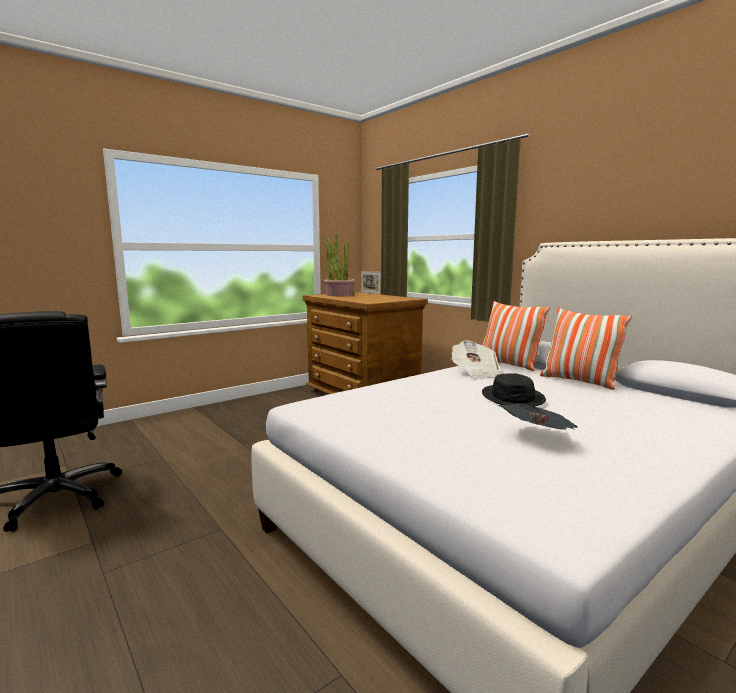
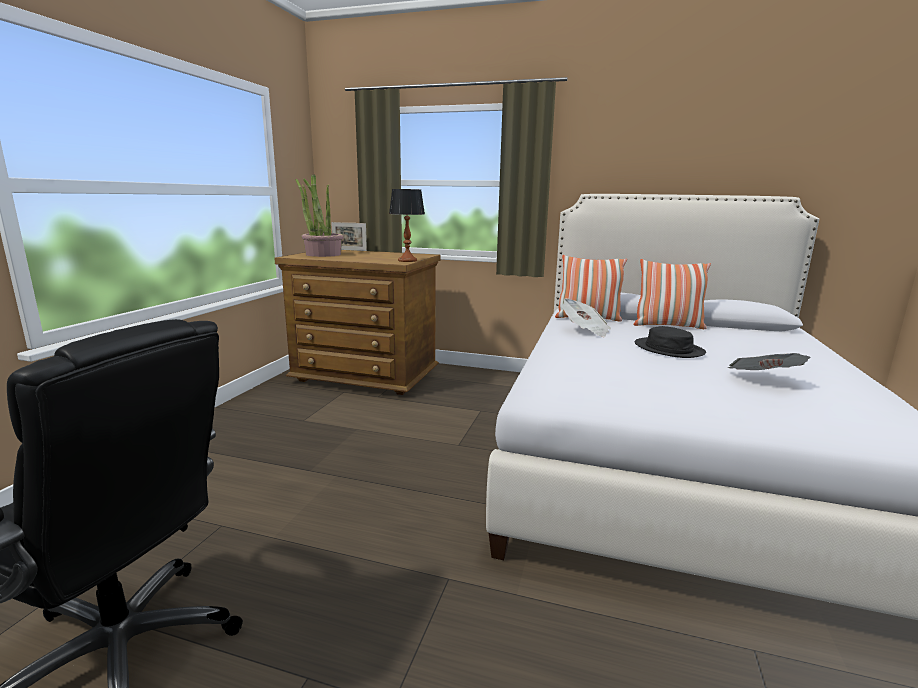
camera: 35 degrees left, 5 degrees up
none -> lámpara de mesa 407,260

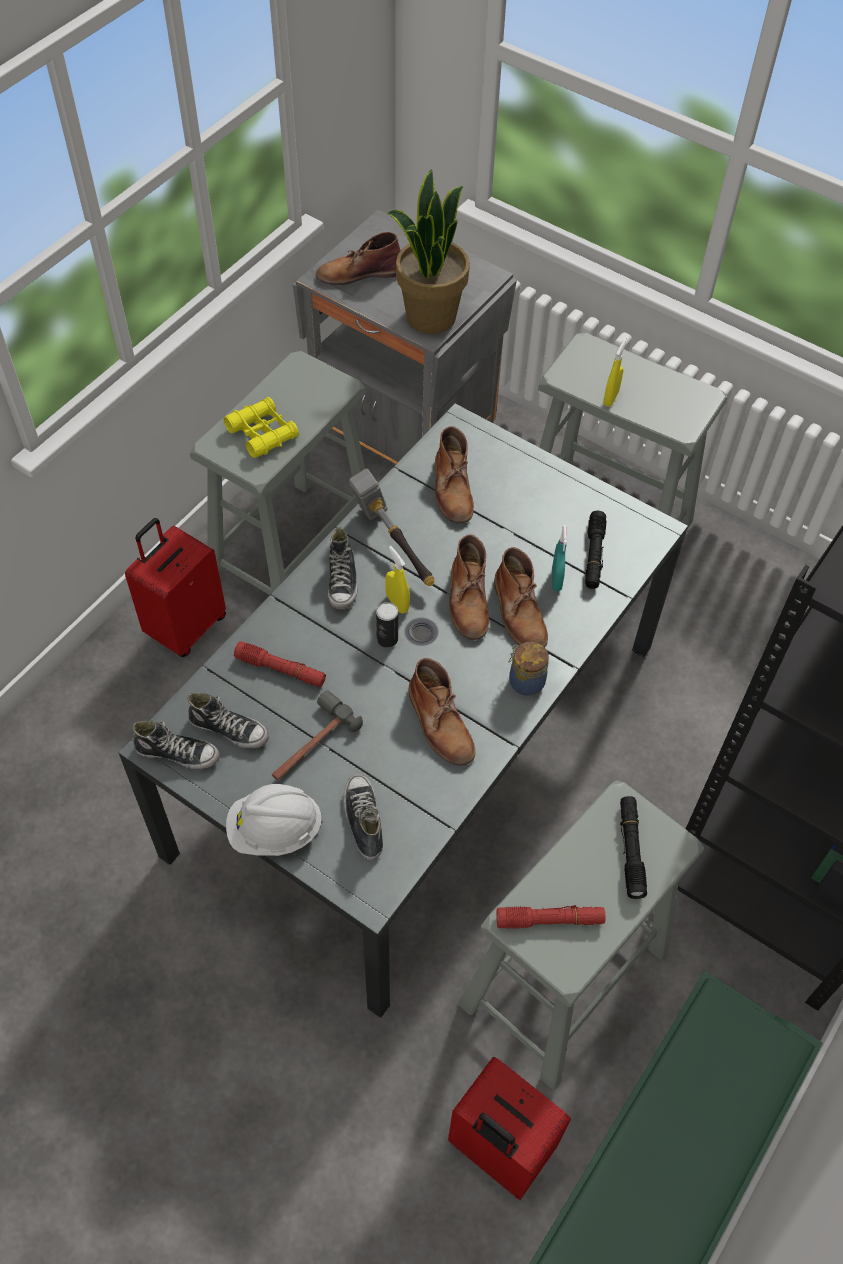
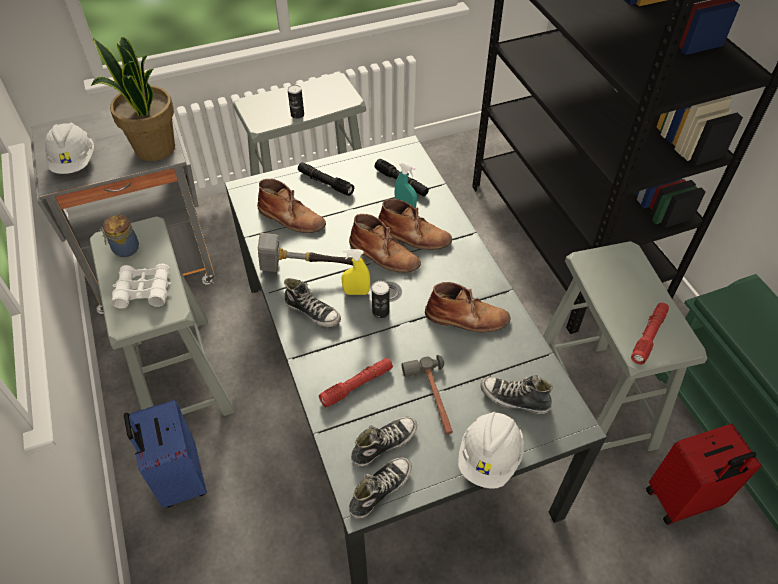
camera: 55 degrees left, 5 degrees down
maleta (rojo) 185,626 -> maleta (azul) 180,479
prismáticos (amarillo) 262,433 -> prismáticos (blanco) 144,290
bota (marrón) 359,273 -> casco (blanco) 74,162
tarro 525,681 -> tarro 125,249, moved
pulverizador (amarillo) 610,398 -> lata 297,115
linterna (negro) 630,850 -> linterna (negro) 325,183, moved

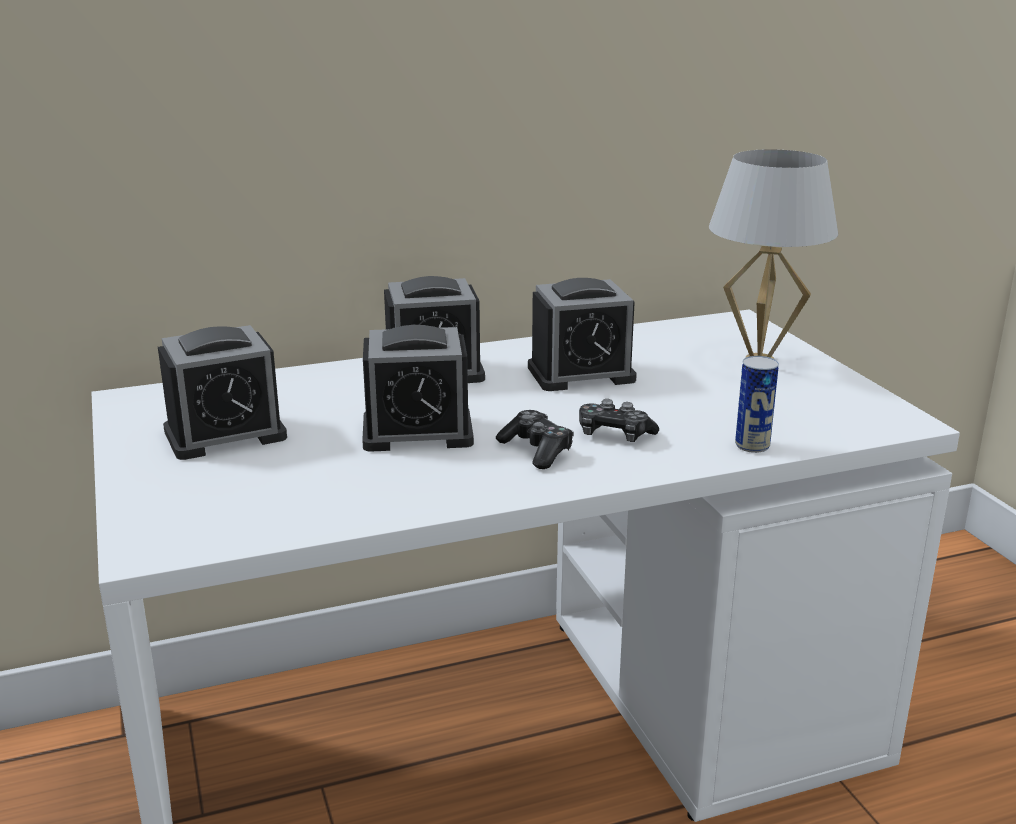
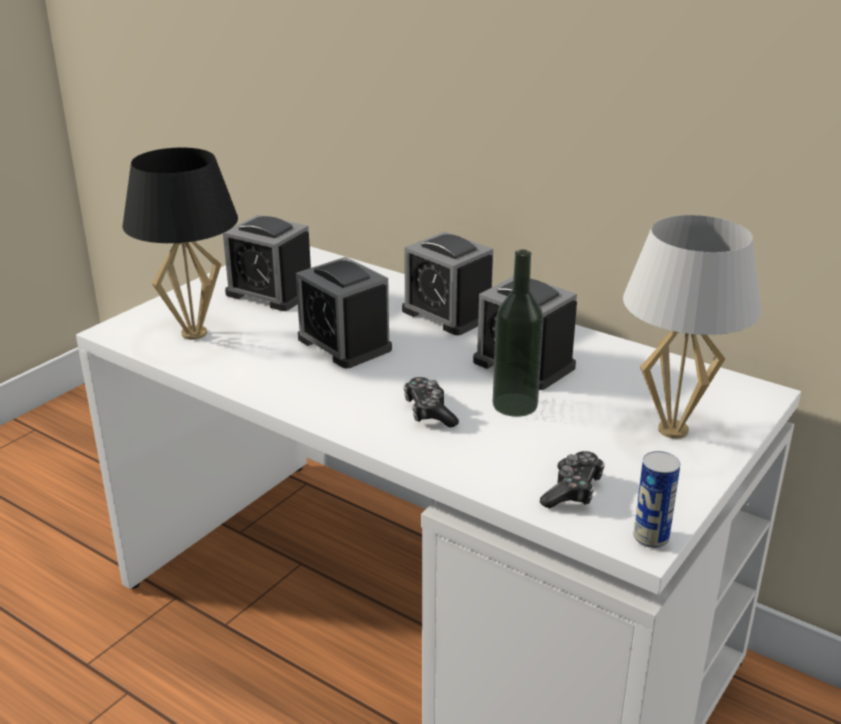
camera: 55 degrees right, 5 degrees up
mando de consola 537,450 -> mando de consola 572,490, moved
lata 752,445 -> lata 651,537, moved
none -> lámpara de mesa (negro) 194,334
none -> botella 515,405

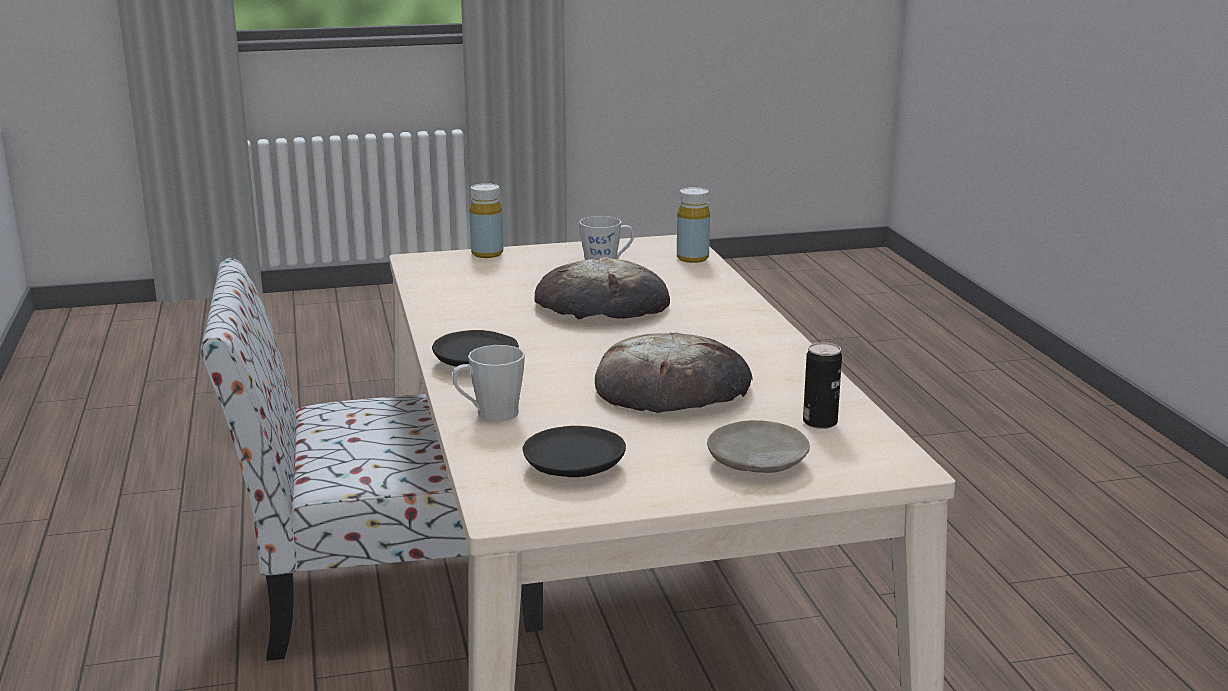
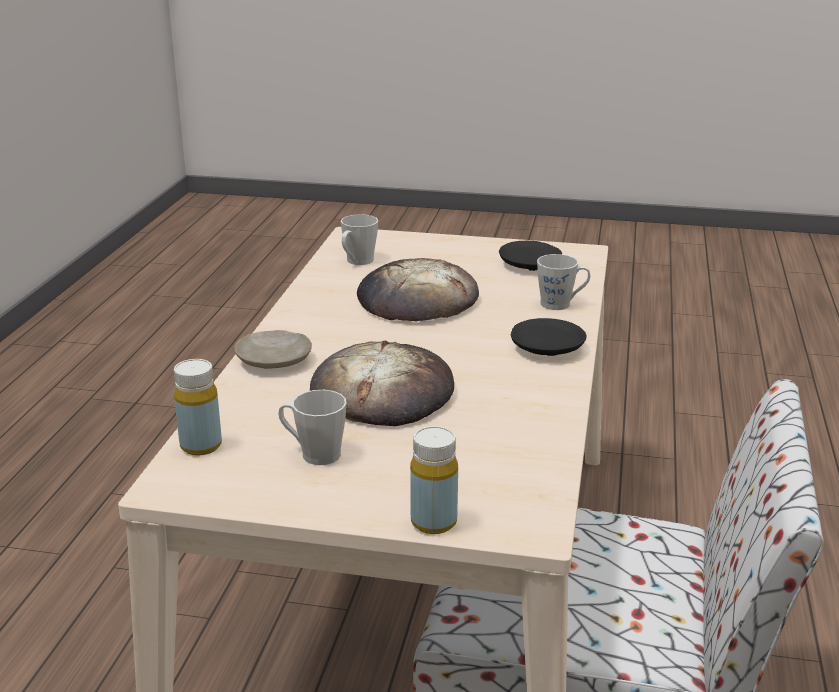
camera: 155 degrees left, 5 degrees up
plato (beis) 756,462 -> plato (beis) 274,360, moved
lata 820,422 -> taza grande (gris) 357,261

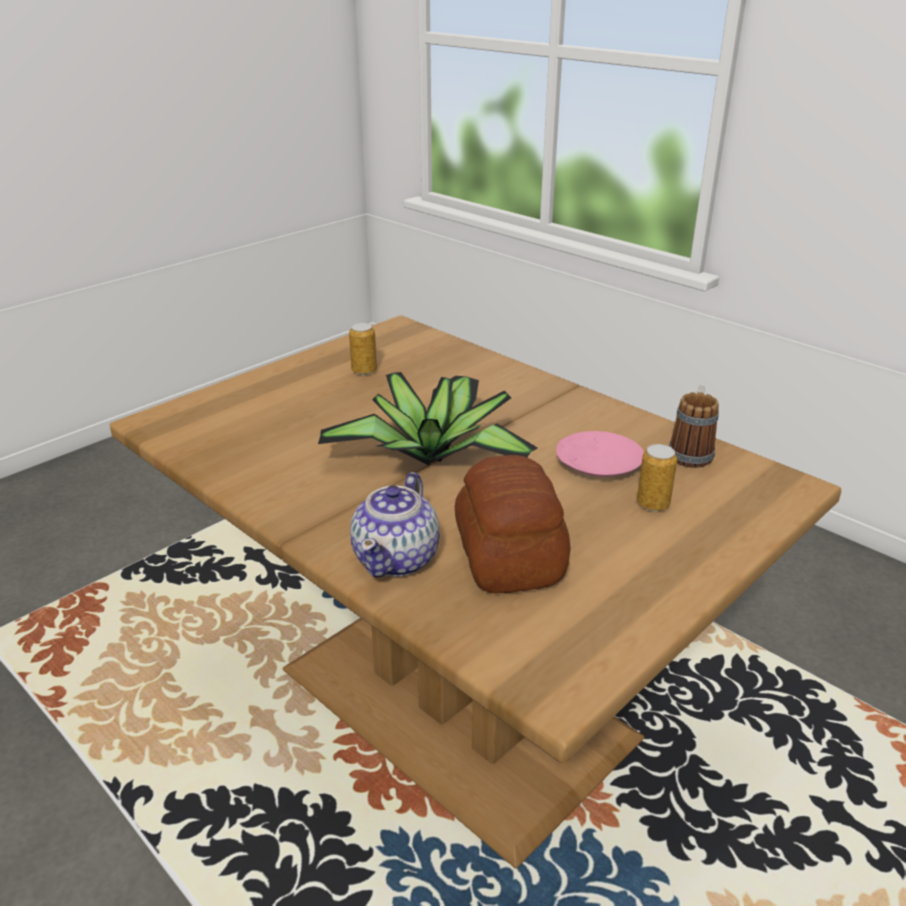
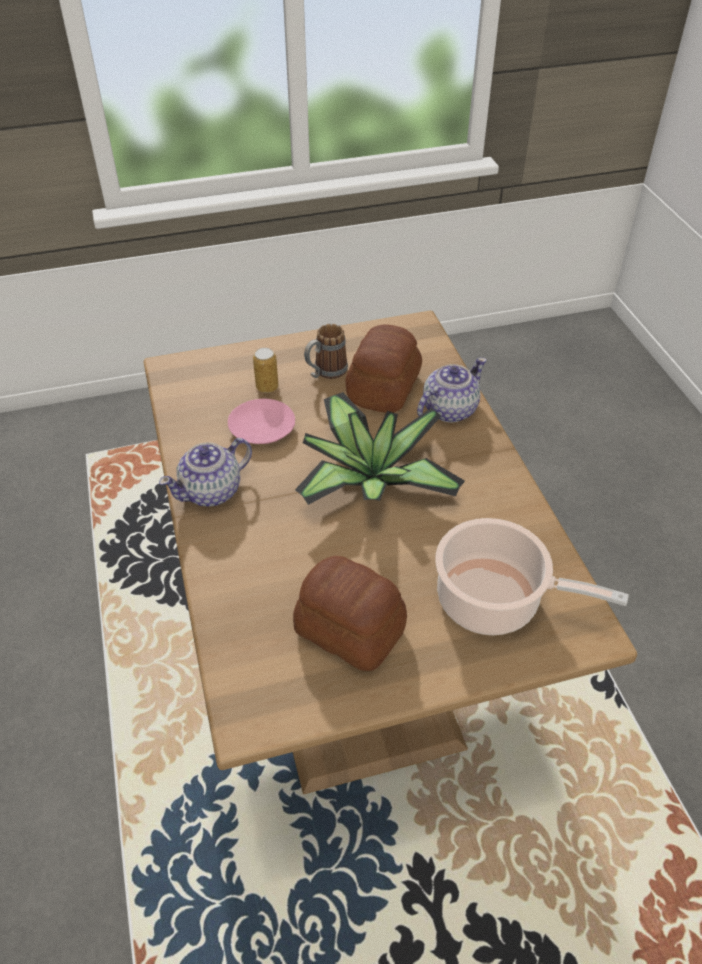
camera: 150 degrees left, 15 degrees up
lata 364,371 -> pan 349,631
taza grande 691,451 -> taza grande 325,373, moved
none -> tetera 212,491
none -> olla 495,601

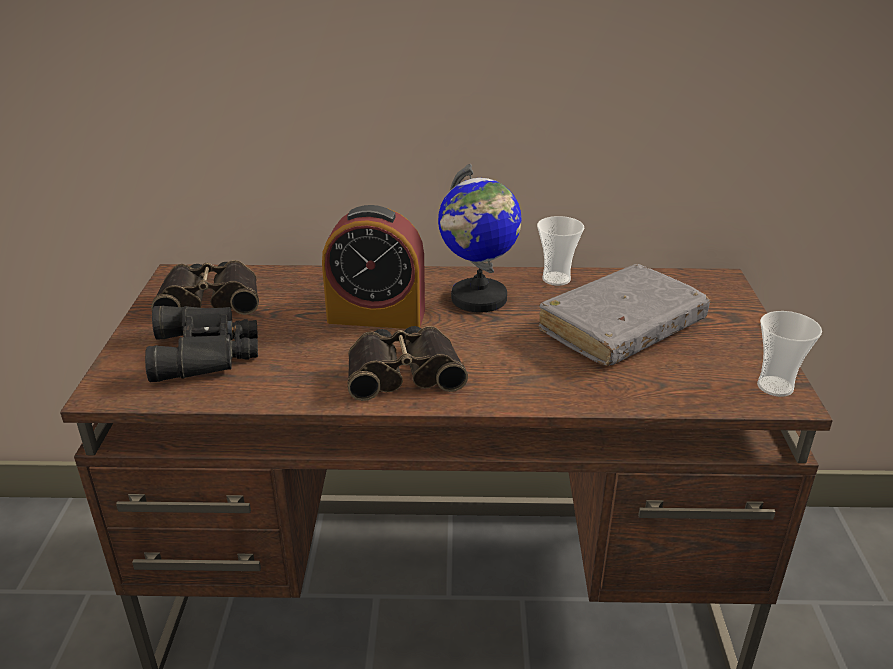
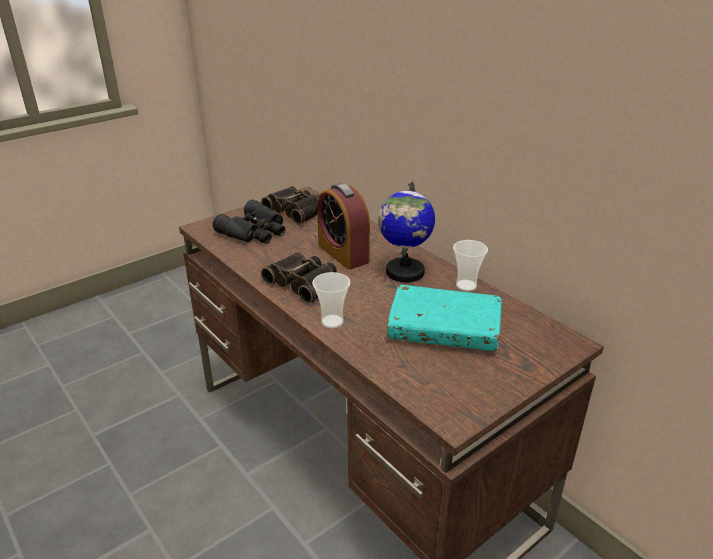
camera: 50 degrees right, 0 degrees up
libro (gris) 621,328 -> libro (turquesa) 444,328
taza 775,386 -> taza 332,321, moved

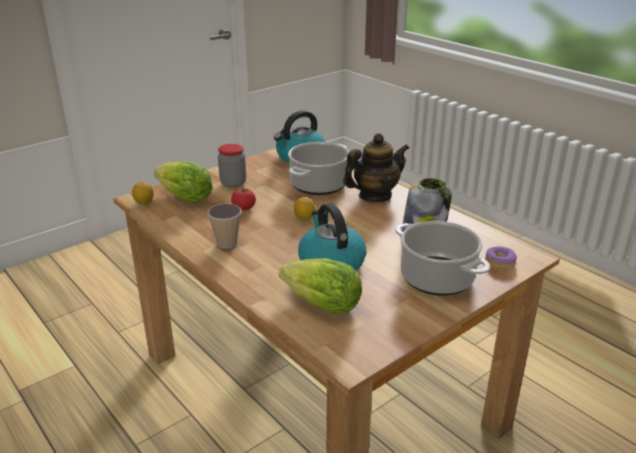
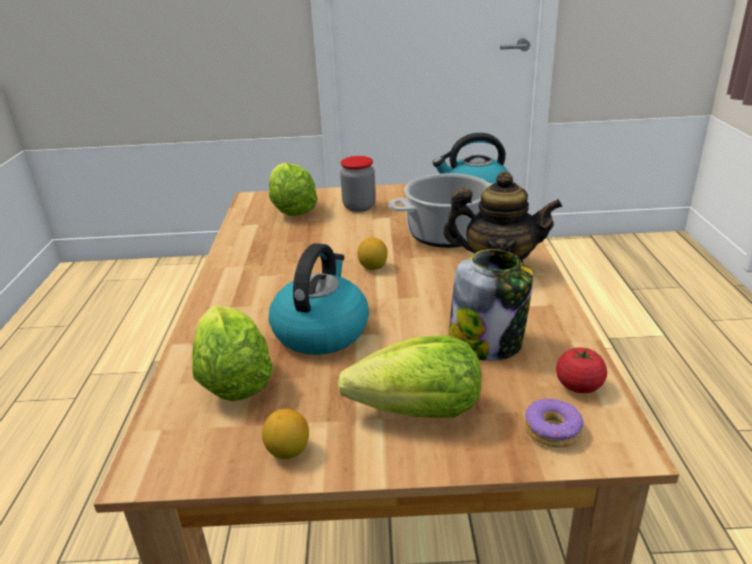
camera: 40 degrees right, 0 degrees up
limón 144,202 -> limón 288,451, moved
taza 227,243 -> none
tomate 244,208 -> tomate 579,386, moved
olla 438,279 -> lechuga 419,412

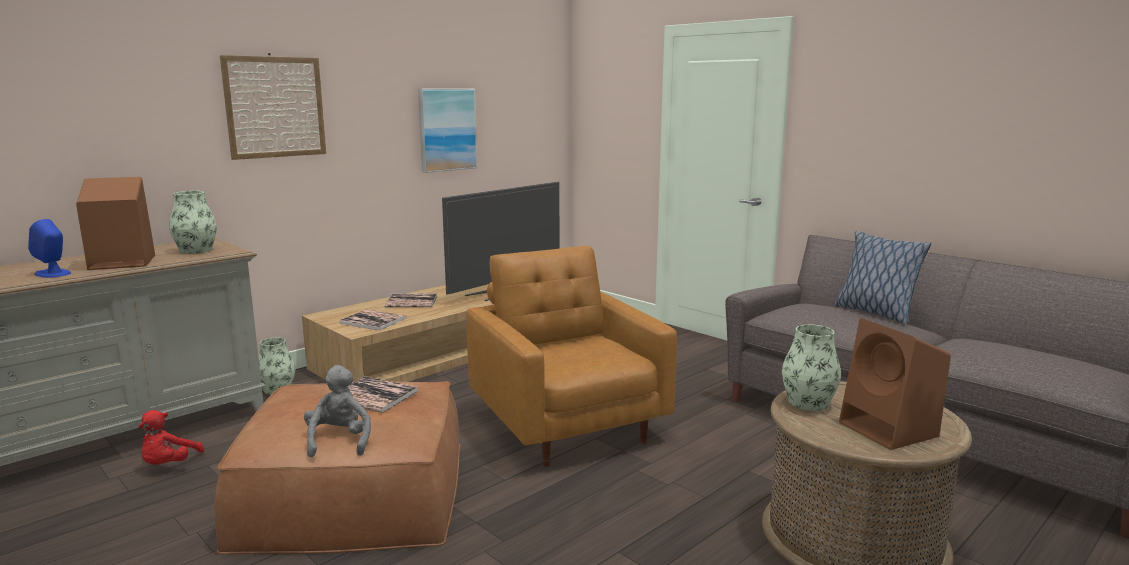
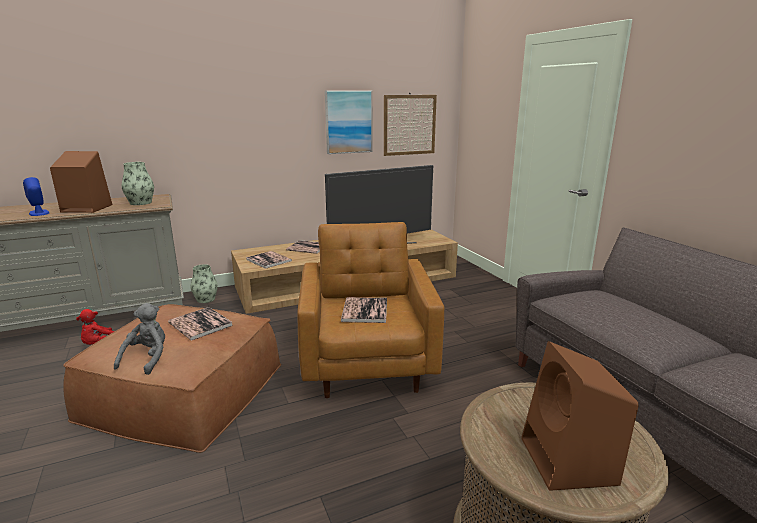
camera: 20 degrees right, 5 degrees up
cuadro 275,105 -> cuadro 409,124, moved
florero 808,402 -> none
cojín 874,313 -> none
none -> libro 364,311

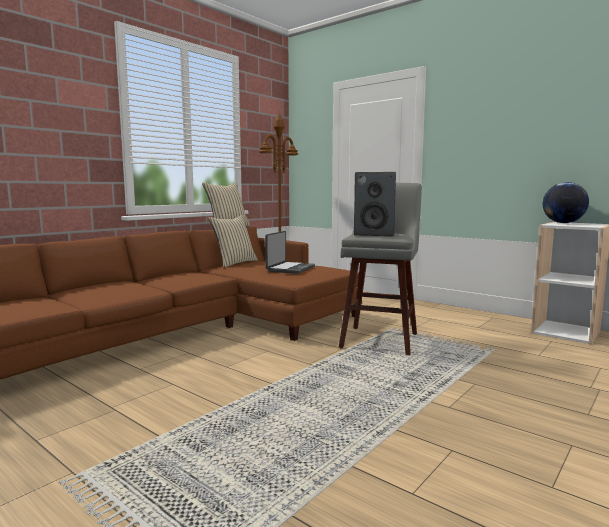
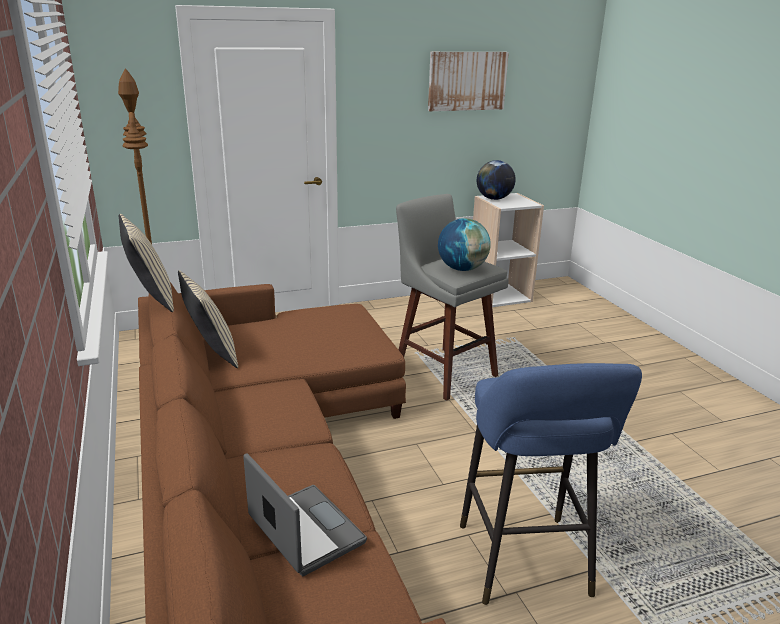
camera: 60 degrees left, 15 degrees up
portátil 290,269 -> portátil 304,531, moved
altavoz 374,234 -> globo terráqueo 462,269
none -> cuadro 467,81
none -> taburete (azul) 526,565

